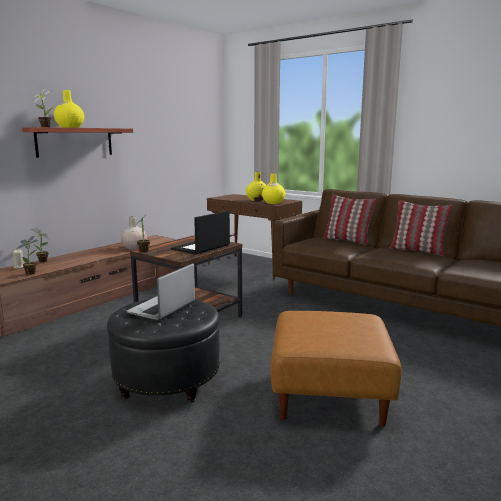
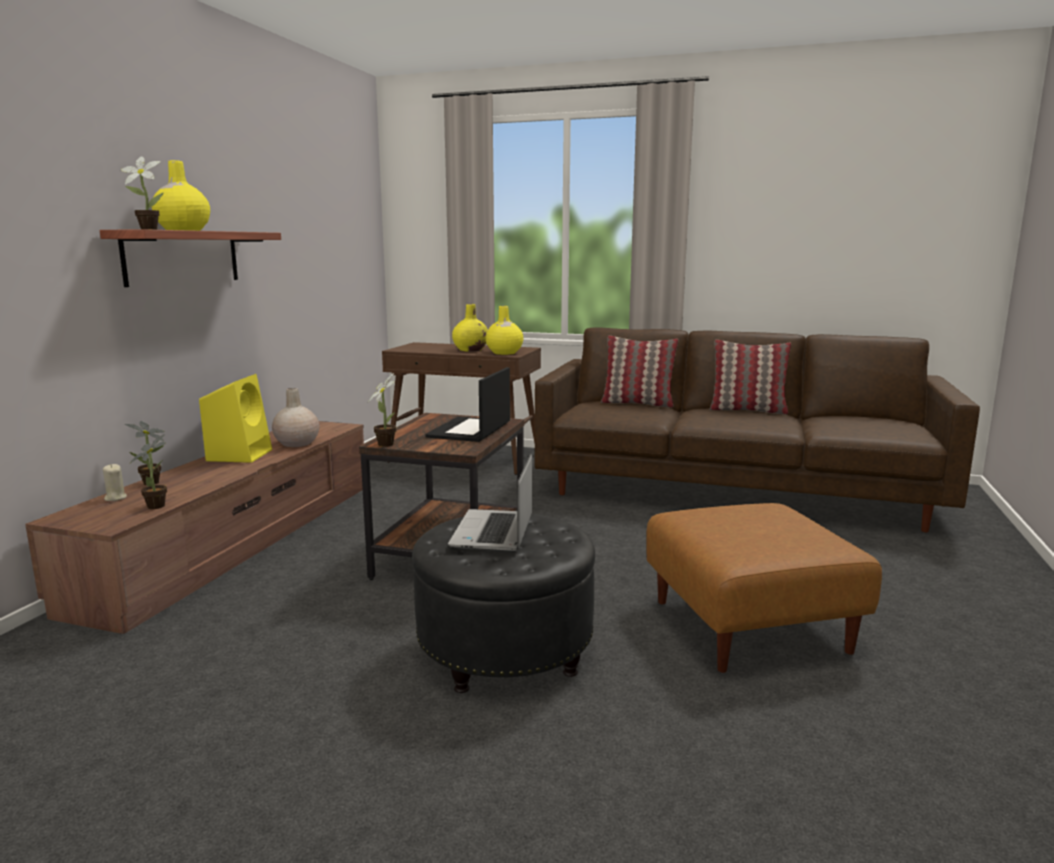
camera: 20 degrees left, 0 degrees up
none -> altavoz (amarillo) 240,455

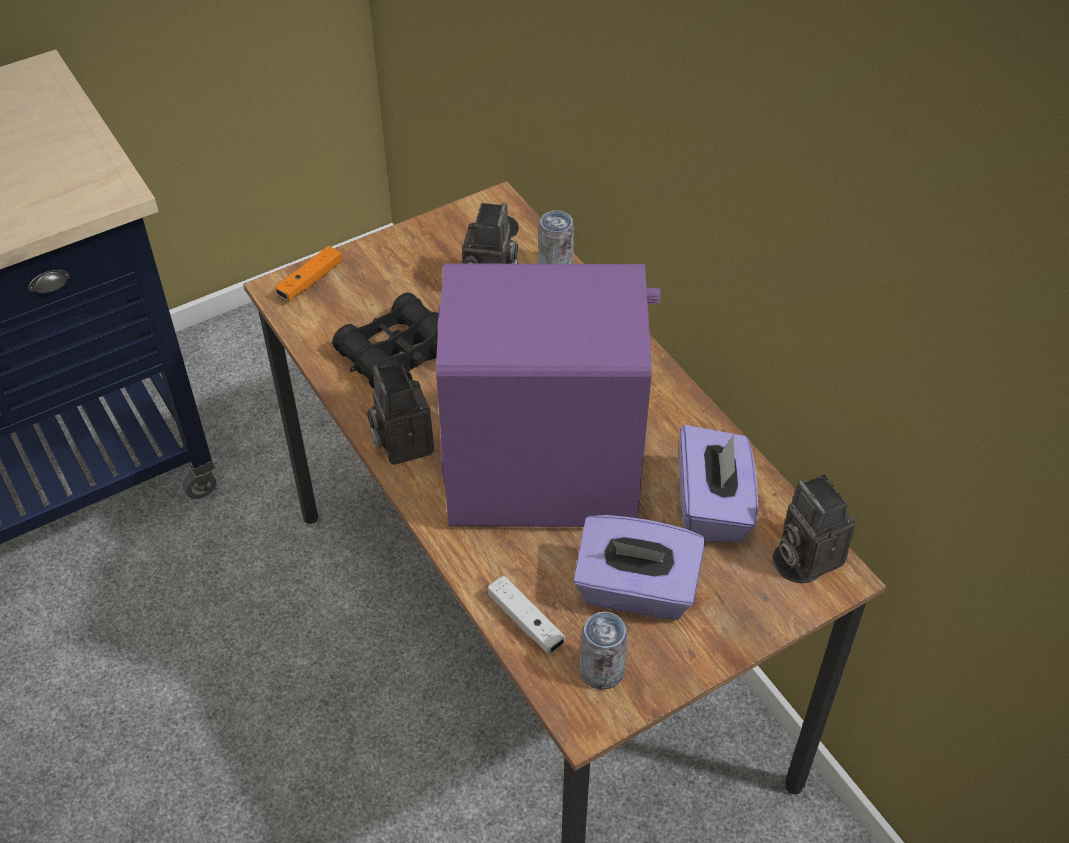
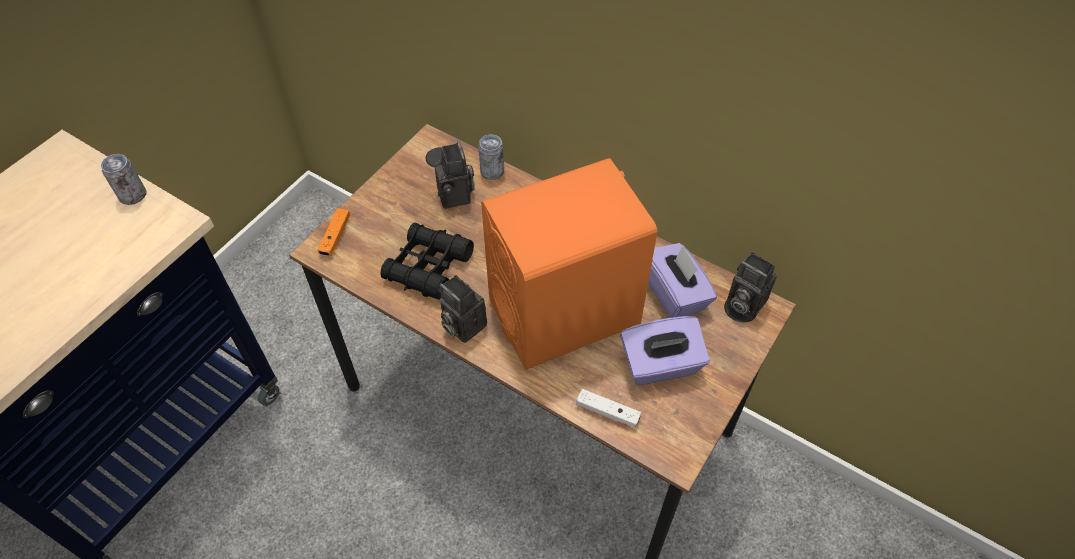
camera: 25 degrees left, 5 degrees up
altavoz (morado) 544,475 -> altavoz (naranja) 564,312
lata 601,671 -> lata 133,195, moved

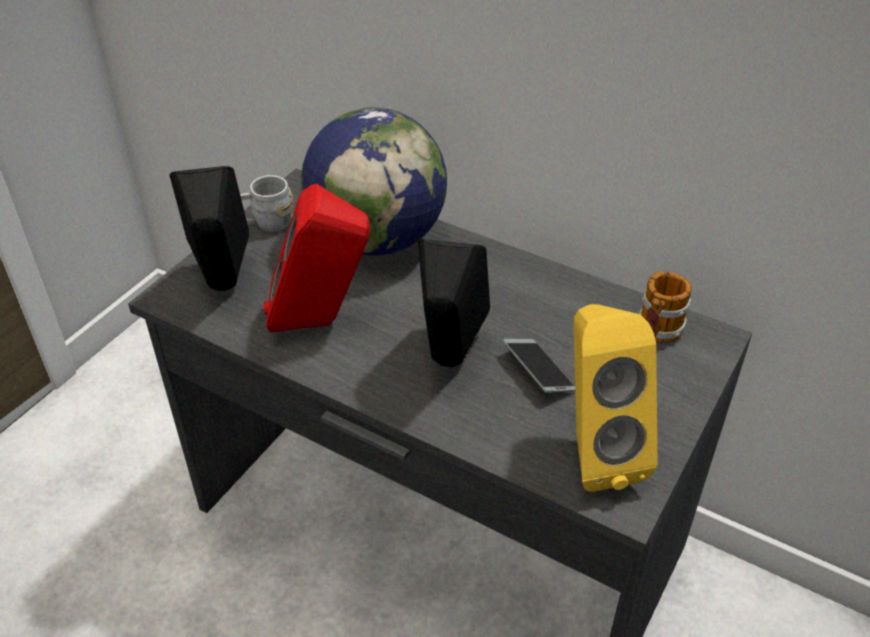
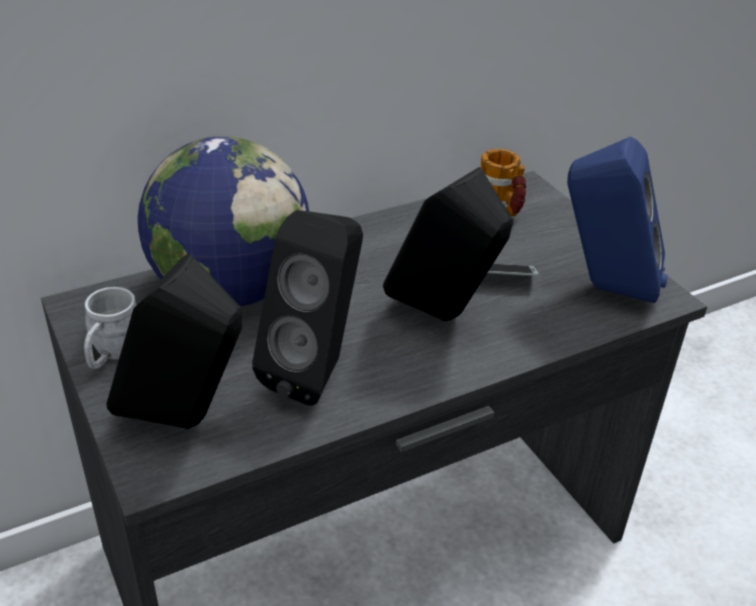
camera: 60 degrees left, 5 degrees down
altavoz (rojo) 321,322 -> altavoz (negro) 317,372
altavoz (amarillo) 594,452 -> altavoz (azul) 604,288

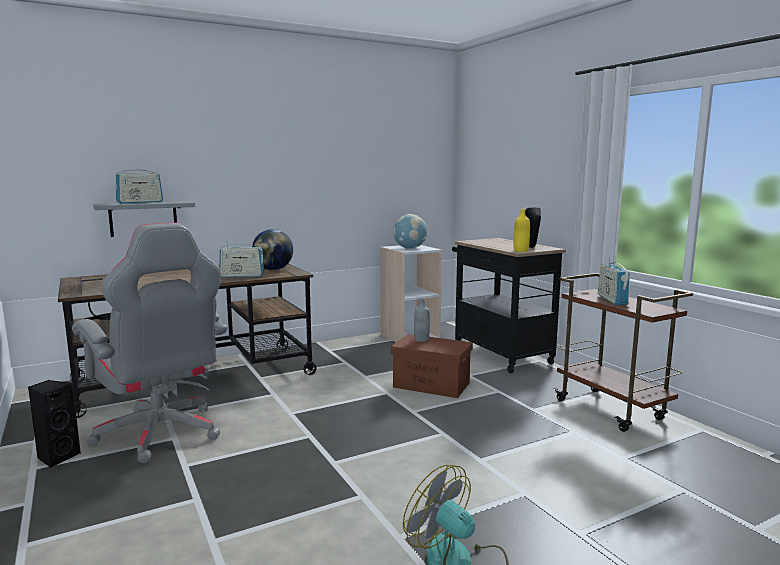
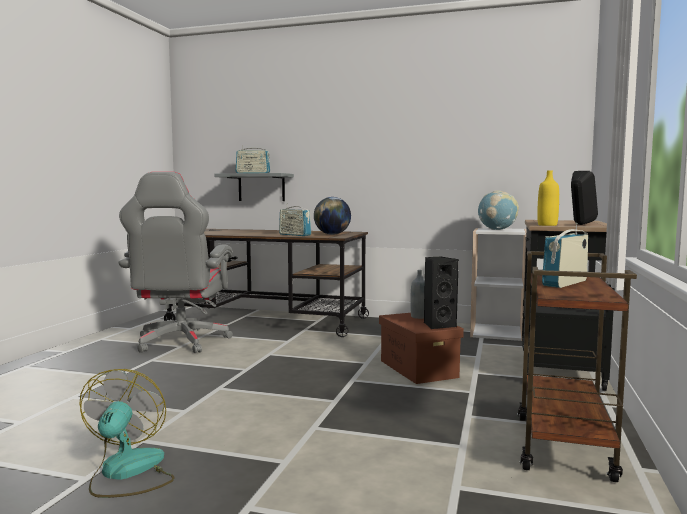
camera: 45 degrees right, 5 degrees down
altavoz (negro) 57,457 -> altavoz (negro) 438,325, moved

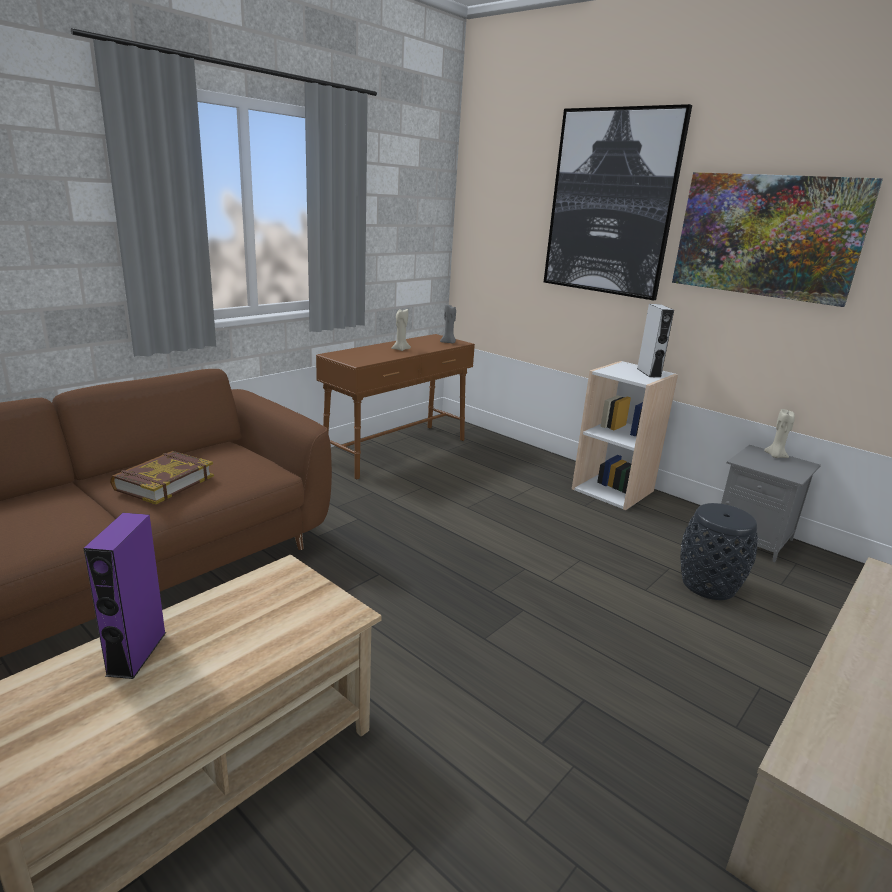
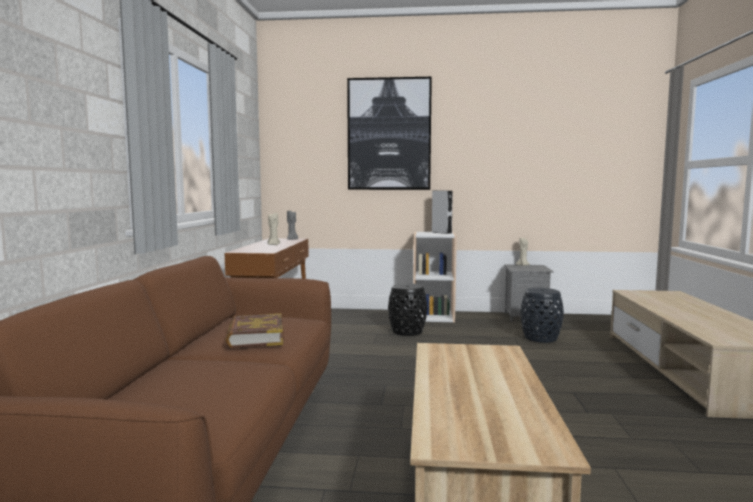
camera: 35 degrees left, 15 degrees down
altavoz (morado) 137,653 -> none
cuadro 766,236 -> none
none -> taburete (negro) 407,331

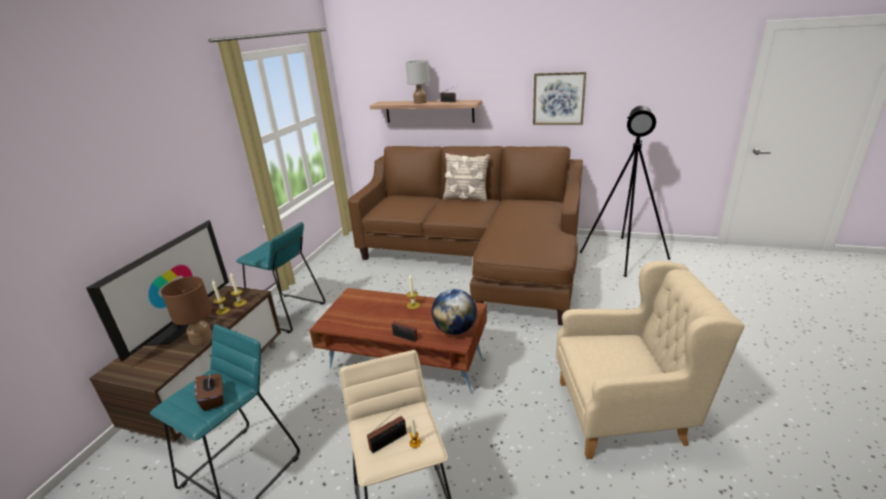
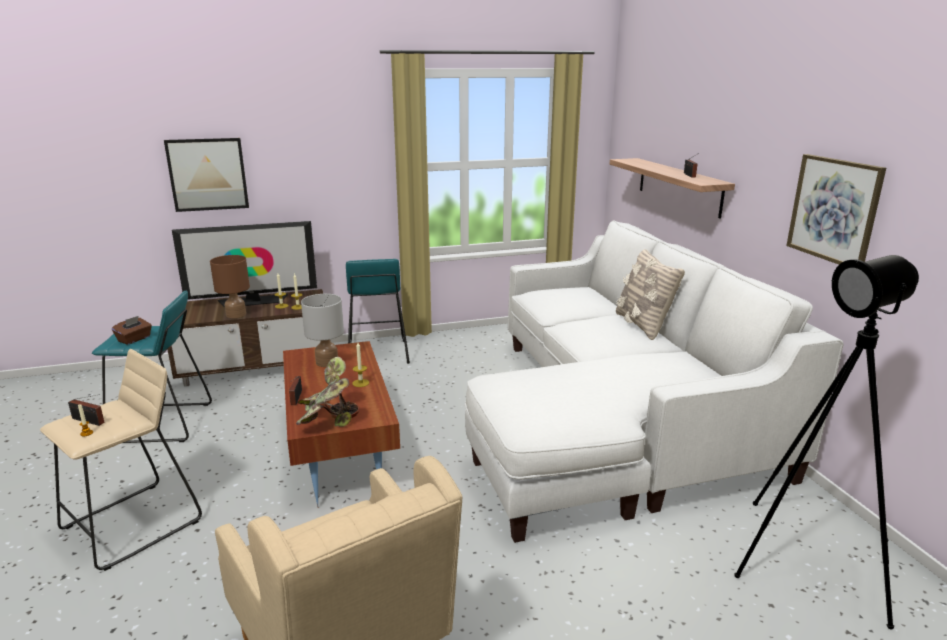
camera: 55 degrees right, 5 degrees down
sofá (marrón) 479,257 -> sofá (blanco) 614,418
lámpara de mesa (gris) 420,102 -> lámpara de mesa (gris) 326,362, moved
globo terráqueo 455,330 -> planta en maceta 327,420
none -> cuadro 208,174

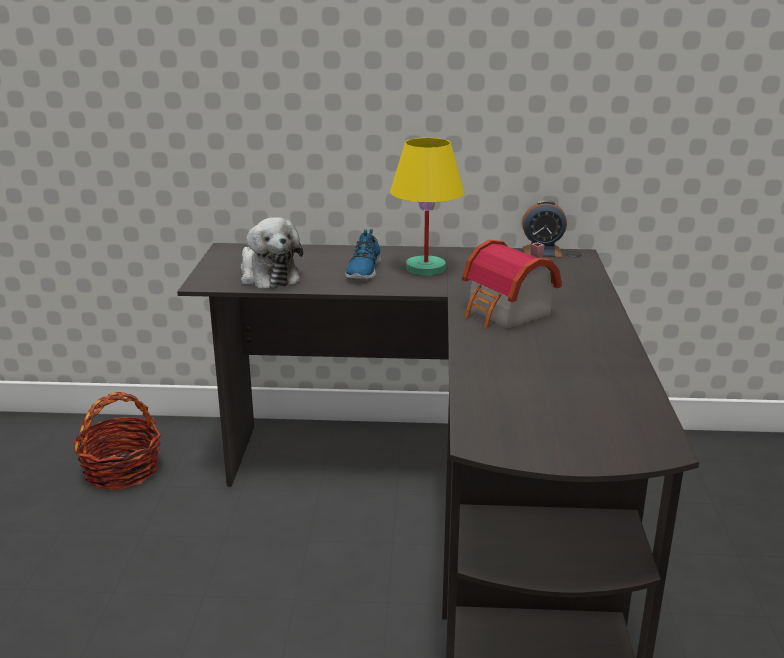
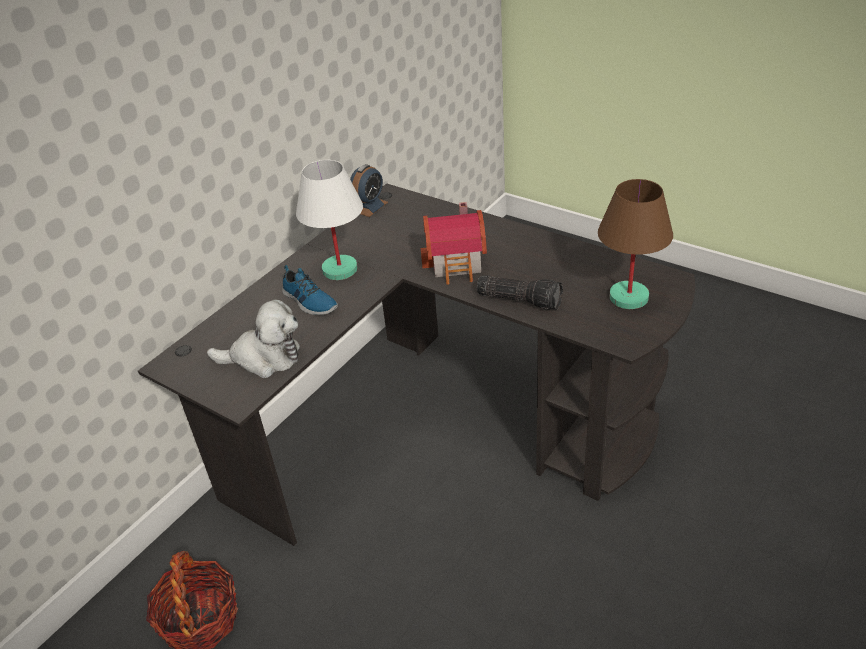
camera: 55 degrees left, 15 degrees up
lámpara de mesa (amarillo) 425,269 -> lámpara de mesa (blanco) 340,270
none -> linterna 520,299
none -> lámpara de mesa (marrón) 627,297

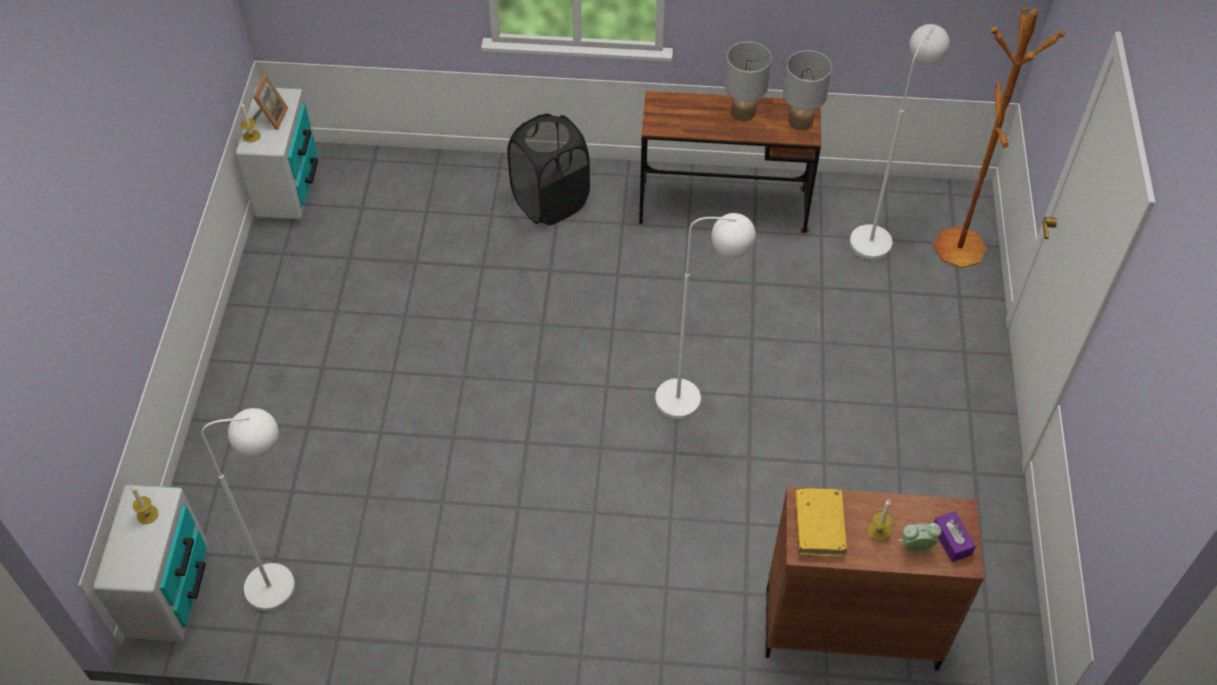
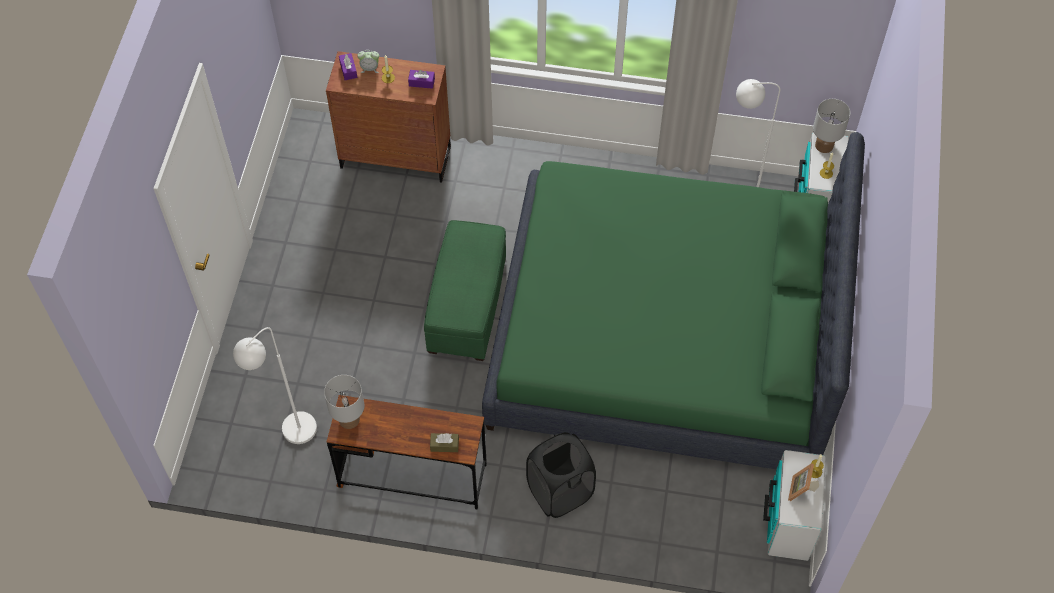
camera: 175 degrees left, 5 degrees up
lámpara de pie (blanco) 692,401 -> puf (verde) 467,307
lámpara de mesa (gris) 743,112 -> lámpara de mesa (gris) 824,145, moved
libro (amarillo) 819,526 -> caja de pañuelos (morado) 421,82
perchero (naranja) 959,247 -> none
none -> caja de pañuelos (marrón) 444,445
none -> cama (verde) 665,335

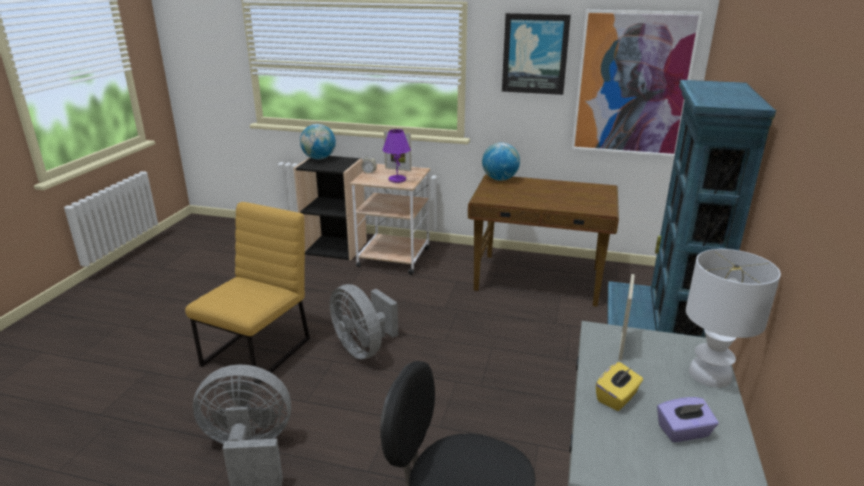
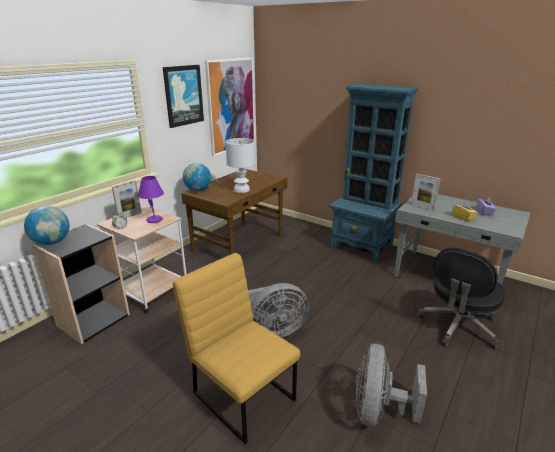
camera: 70 degrees left, 0 degrees up
lámpara de mesa (blanco) 711,375 -> lámpara de mesa (blanco) 242,190, moved

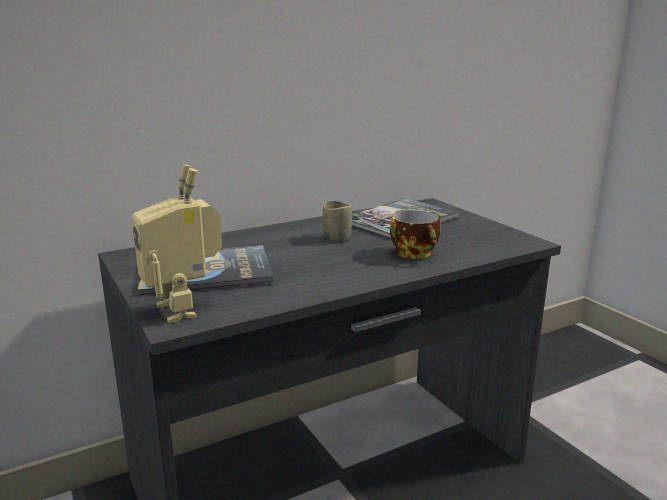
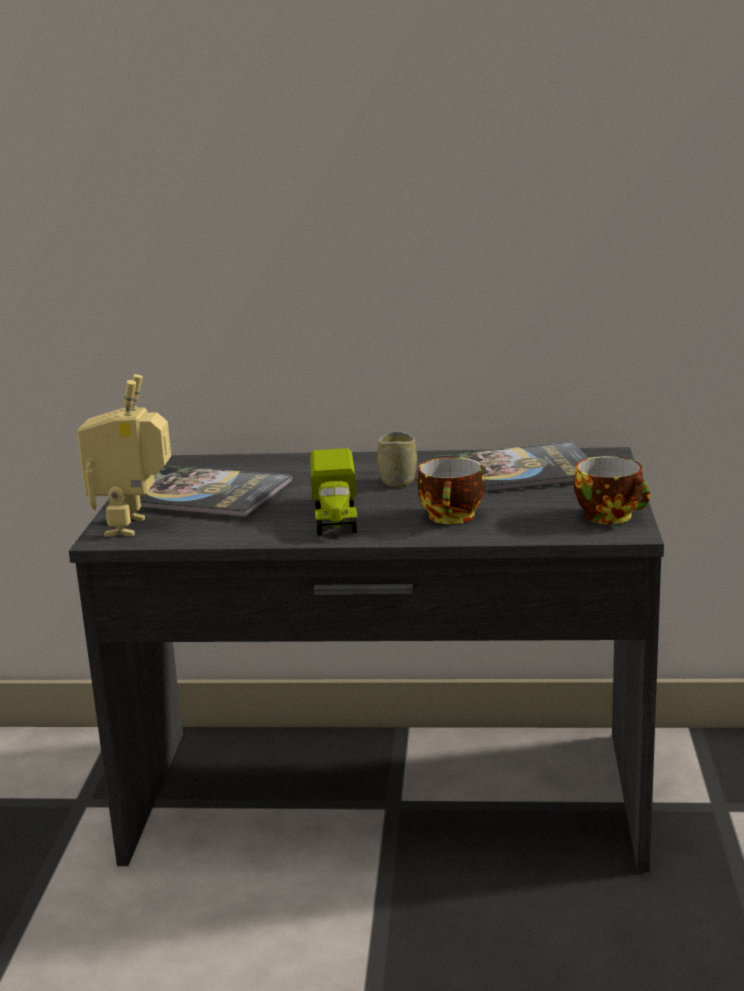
camera: 35 degrees right, 0 degrees up
none -> camión de juguete 335,516
none -> taza 612,516

